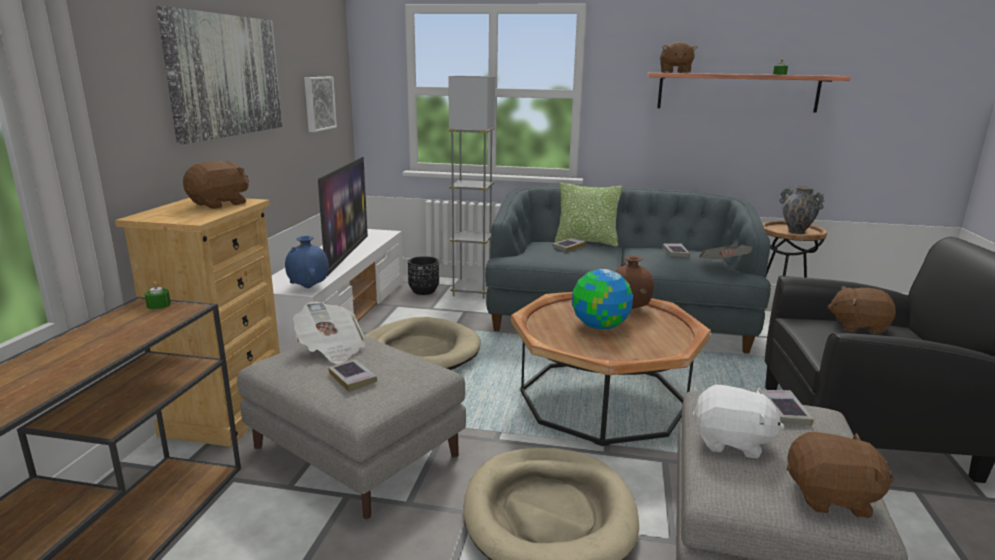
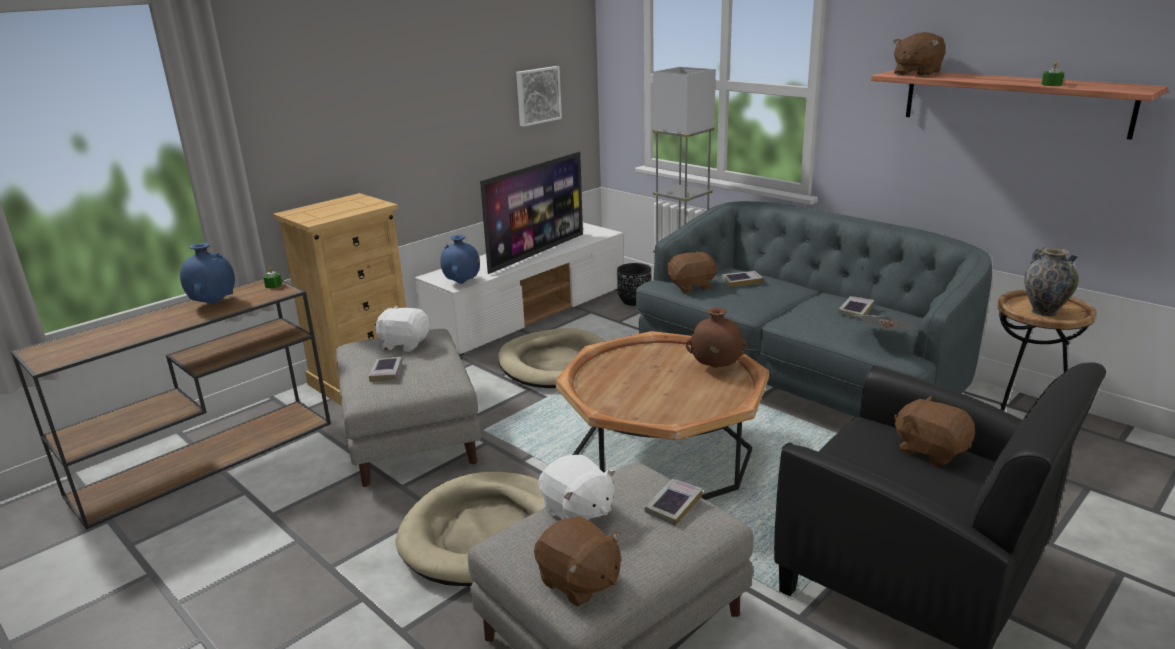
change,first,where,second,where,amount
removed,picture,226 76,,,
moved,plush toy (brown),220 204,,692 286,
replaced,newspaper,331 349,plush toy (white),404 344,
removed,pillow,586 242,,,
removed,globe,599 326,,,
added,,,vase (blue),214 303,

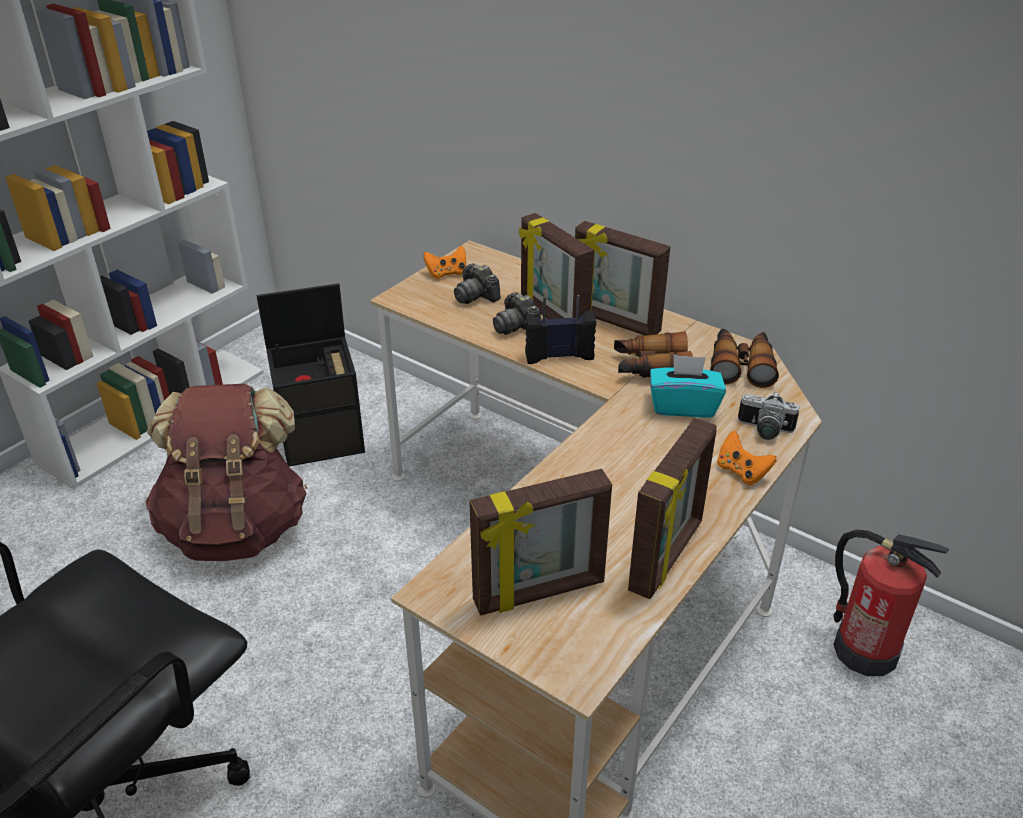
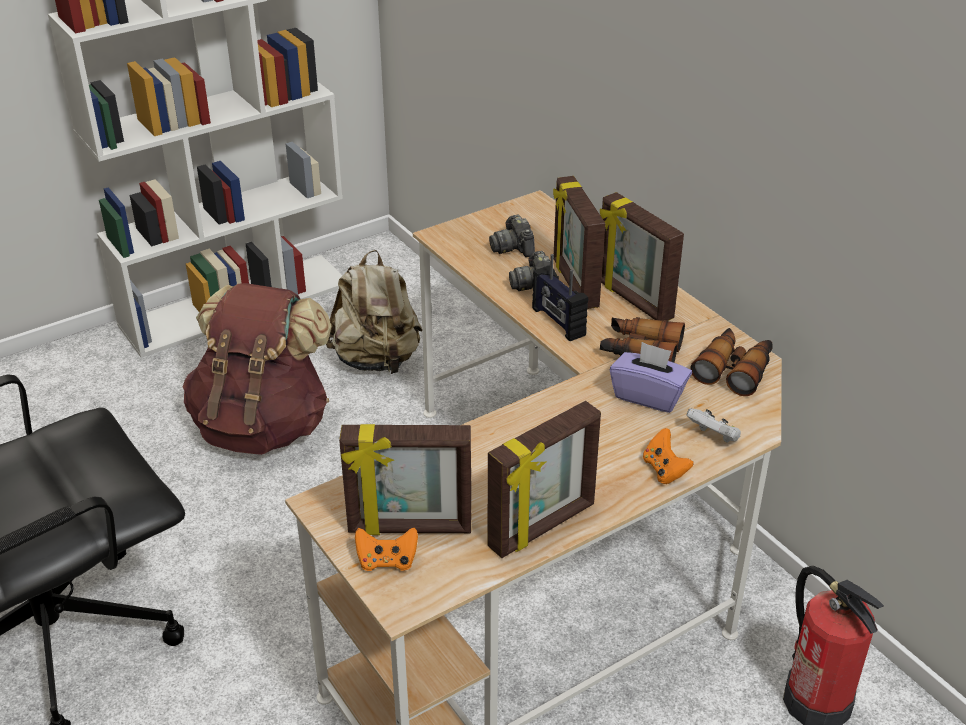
change,first,where,second,where,amount
replaced,storage box (black),323 438,backpack (beige),377 360,
moved,game controller (orange),447 273,,387 561,
turned,radio,559 356,,557 322,135 degrees counterclockwise
recoloured,tissue box (turquoise),683 406,tissue box (purple),648 395,
replaced,photo camera,764 431,game controller (white),714 437,

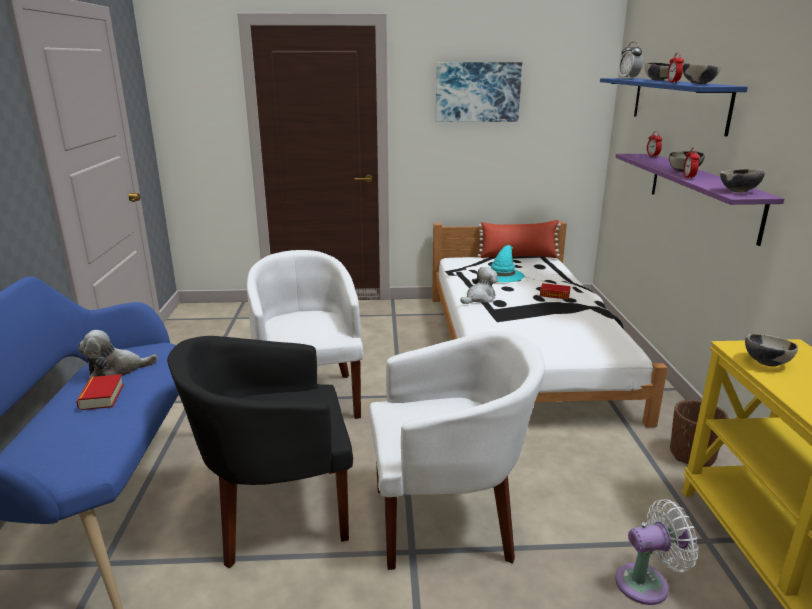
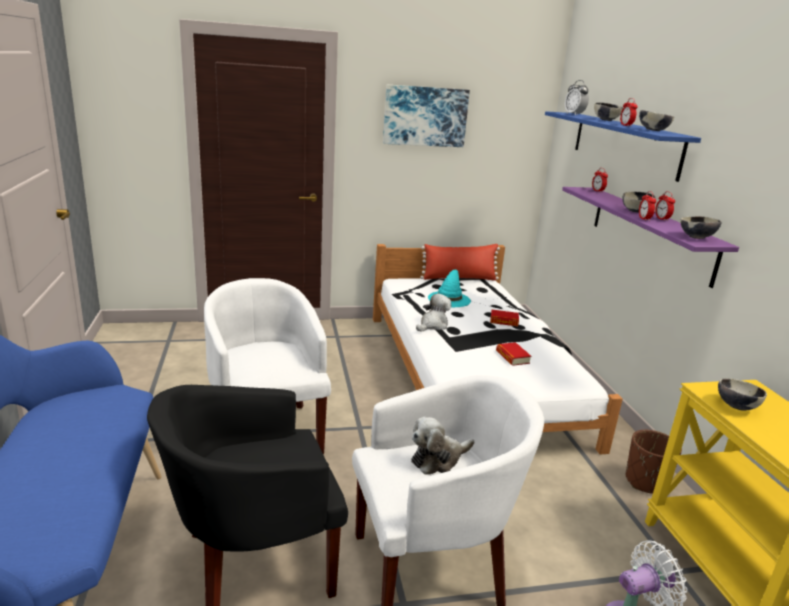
change,first,where,second,where,amount
moved,book,101 397,,512 357,
moved,plush toy,117 370,,438 459,
added,,,alarm clock,662 219,

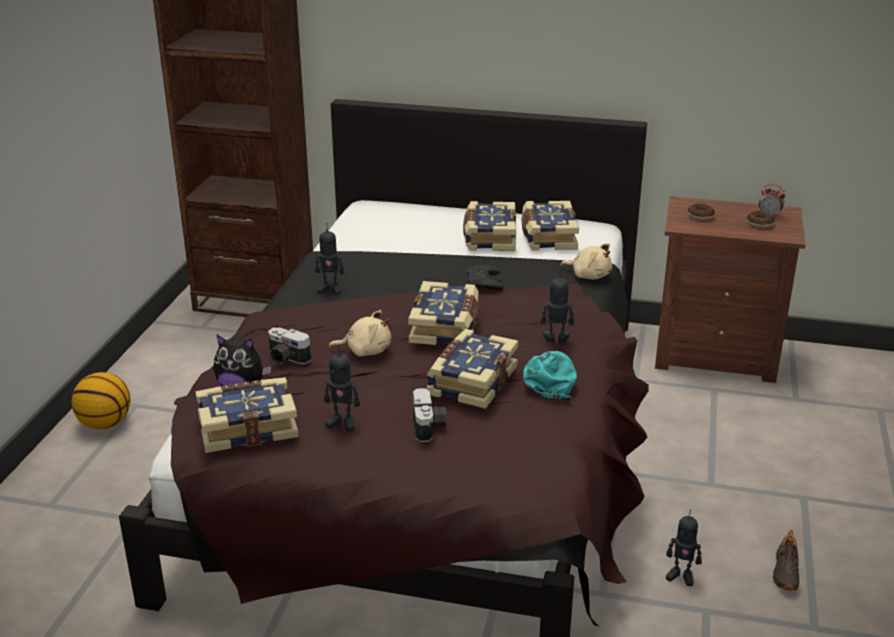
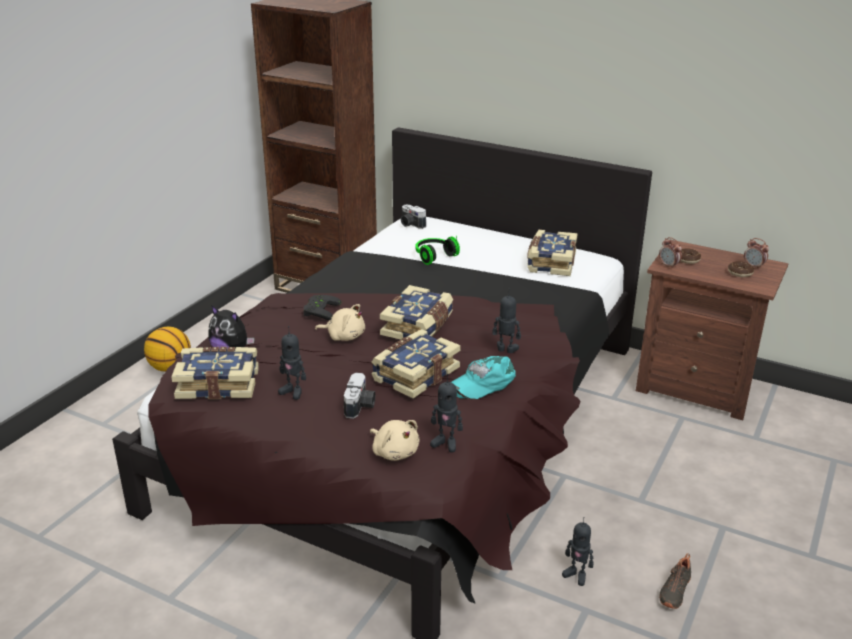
change,first,where,second,where,amount
moved,photo camera,286 359,,411 224,
moved,toy robot,330 289,,445 443,
removed,book,489 238,,,
moved,game controller (black),481 282,,319 310,
turned,cap (turquoise),550 379,,483 382,150 degrees counterclockwise
moved,plush toy (beige),589 275,,394 452,
added,,,headphones,434 256,
added,,,alarm clock,668 266,

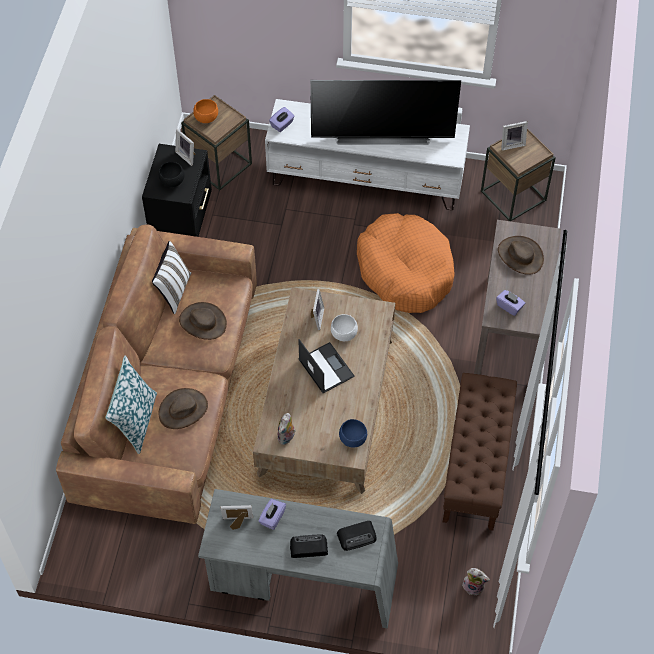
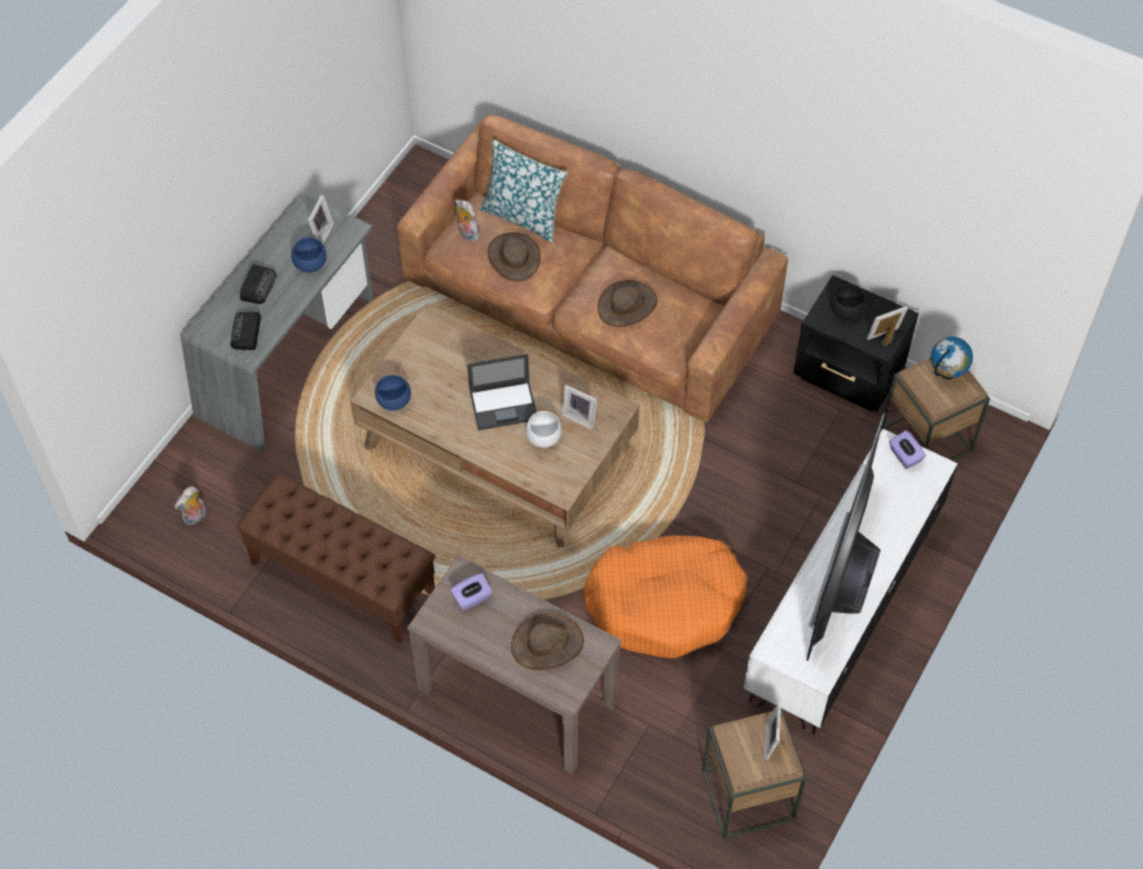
change,first,where,second,where,amount
removed,pillow (white),173 291,,,
replaced,bowl (orange),206 118,globe,946 374,
replaced,tissue box (purple),272 518,bowl (blue),309 265,
moved,plush toy,287 438,,467 233,

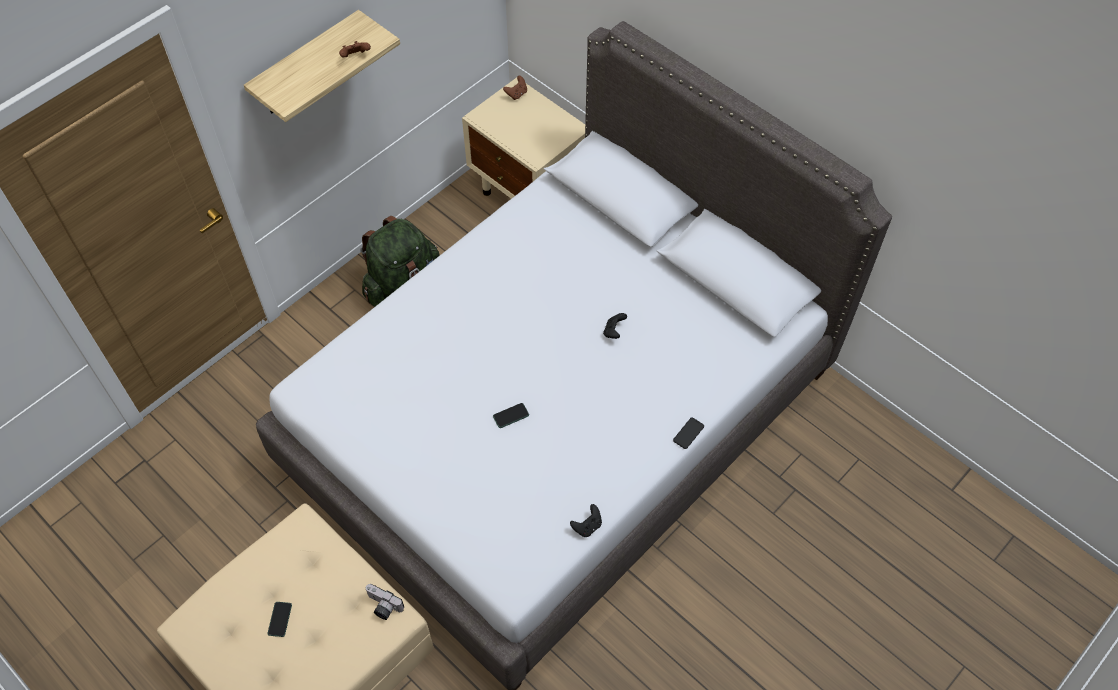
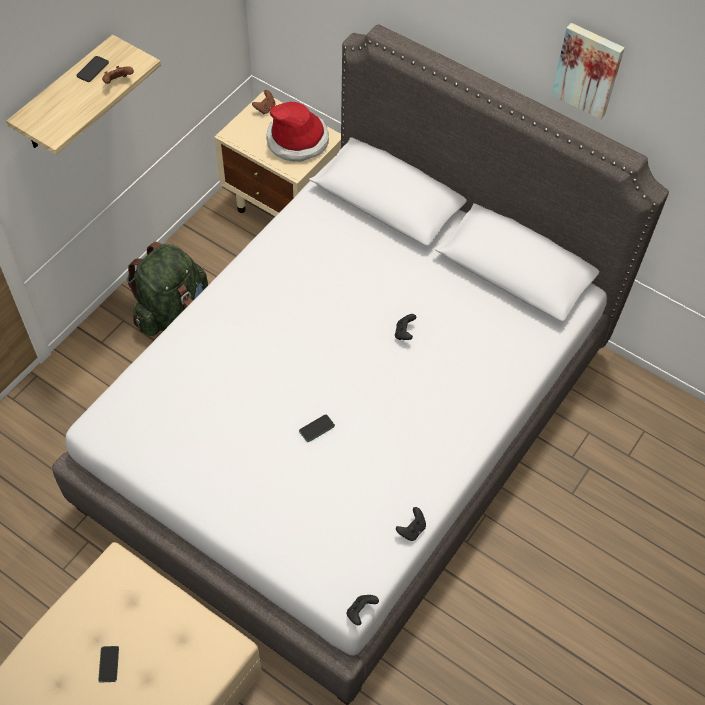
change,first,where,second,where,amount
removed,photo camera,382 607,,,
moved,phone,688 433,,92 69,
added,,,hat,297 140,
added,,,game controller (black),360 612,
added,,,picture,588 69,

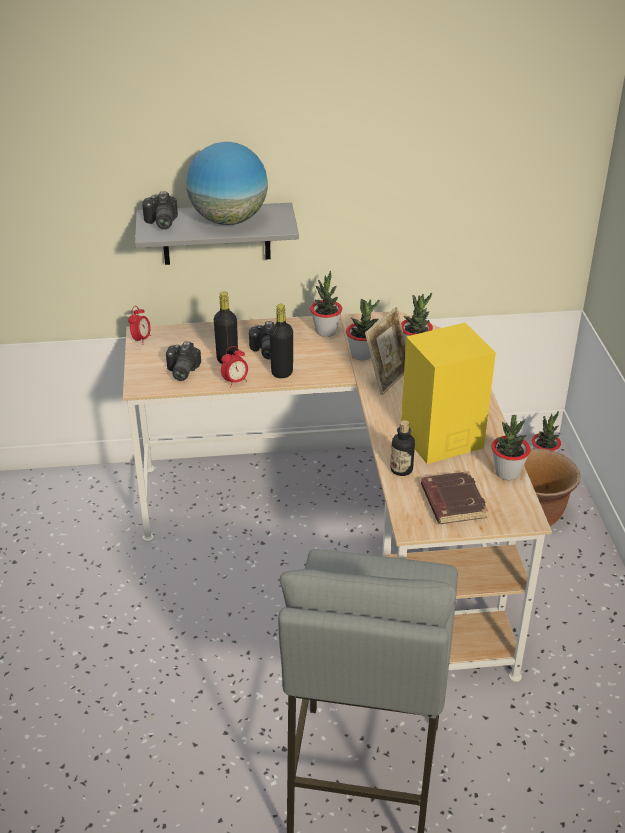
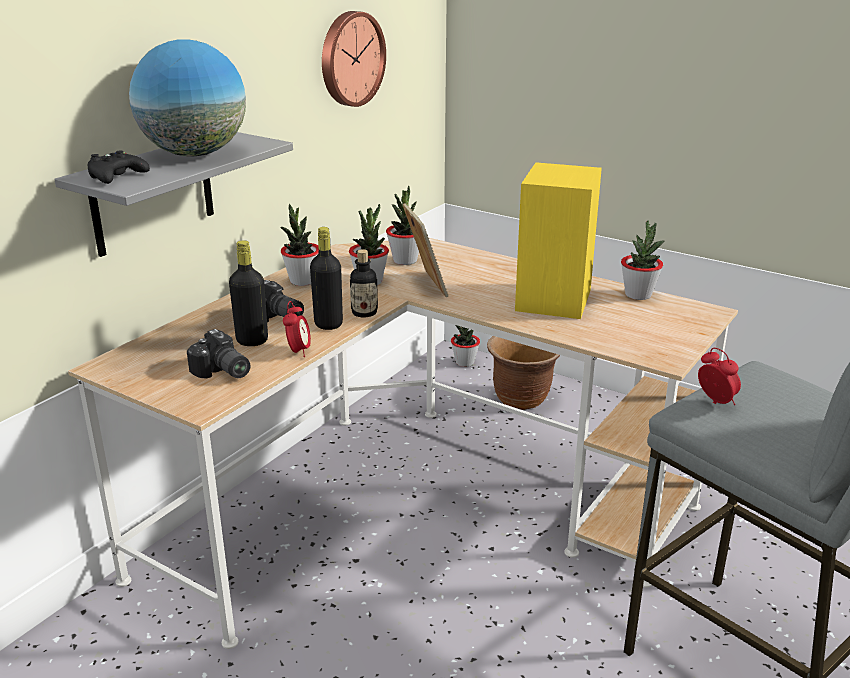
change,first,where,second,where,amount
moved,alarm clock,141 339,,715 402,
replaced,photo camera,160 223,game controller (black),117 176,
moved,bottle,401 469,,364 313,
removed,book (brown),452 502,,,
added,,,wall clock,350 58,

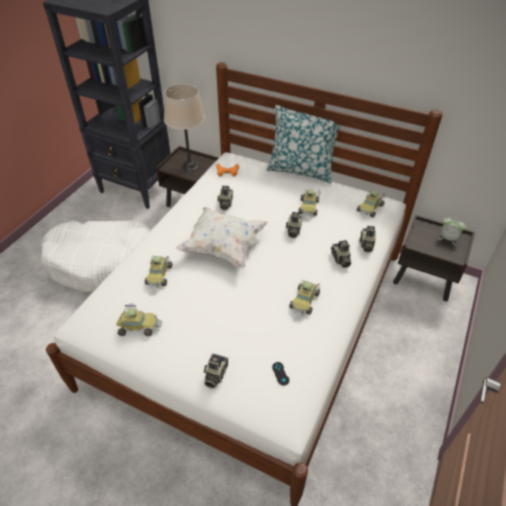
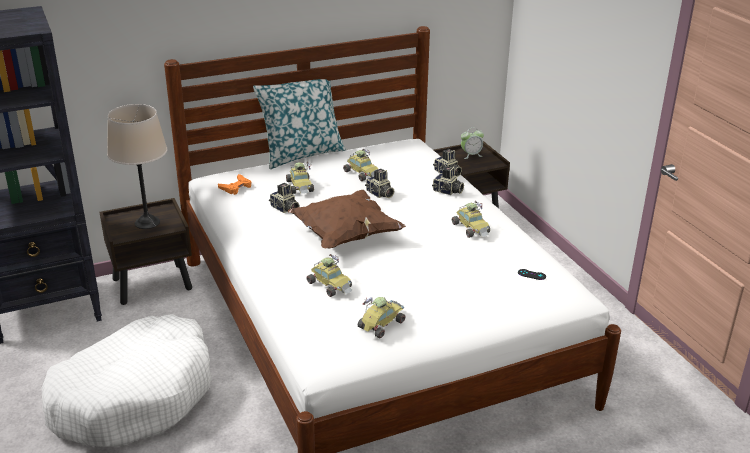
change,first,where,second,where,amount
recoloured,pillow (white),223 247,pillow (brown),345 236,
removed,photo camera,215 375,,,
moved,toy car,370 209,,300 186,

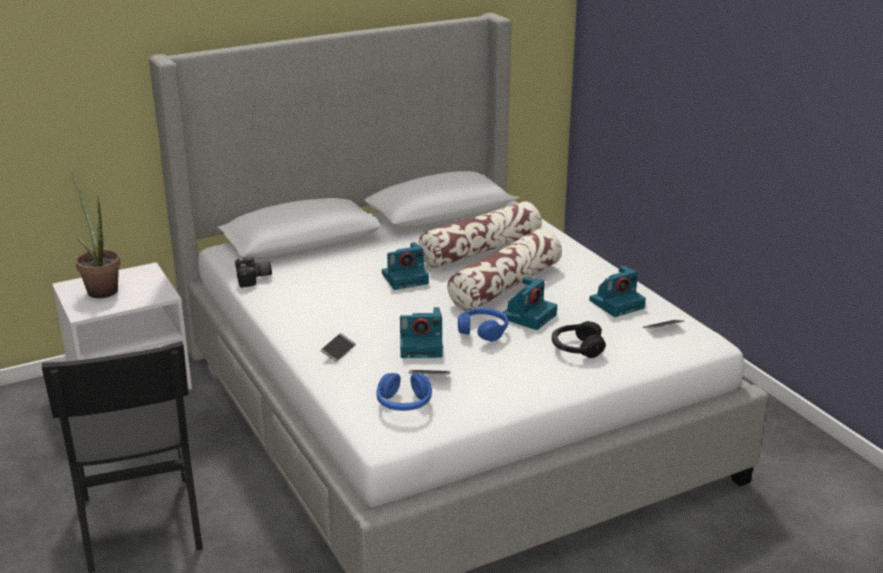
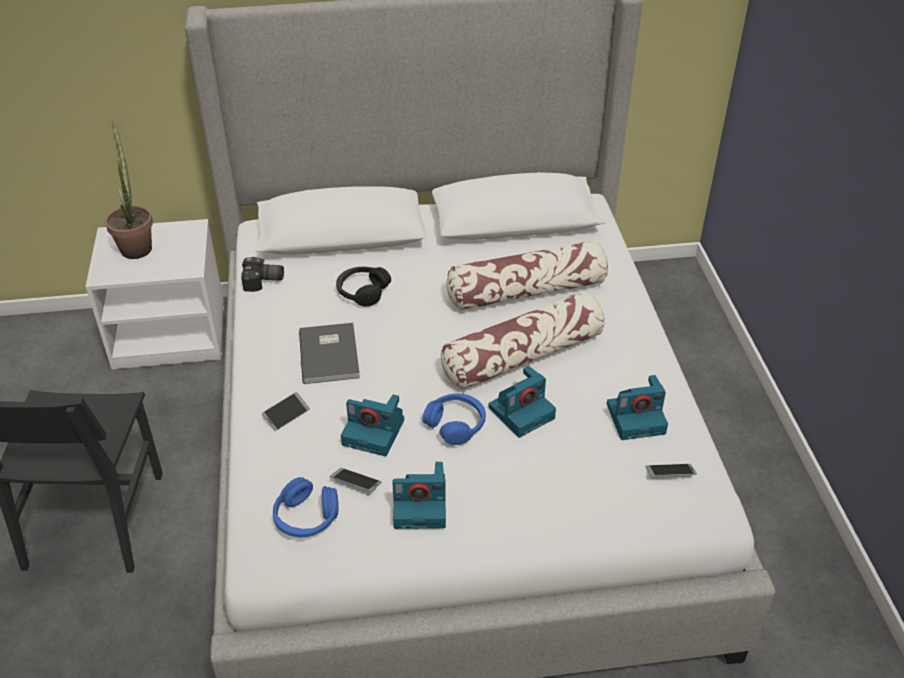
change,first,where,second,where,amount
moved,photo camera,405 278,,421 505,
moved,headphones (black),577 348,,362 292,
added,,,book (grey),331 354,

